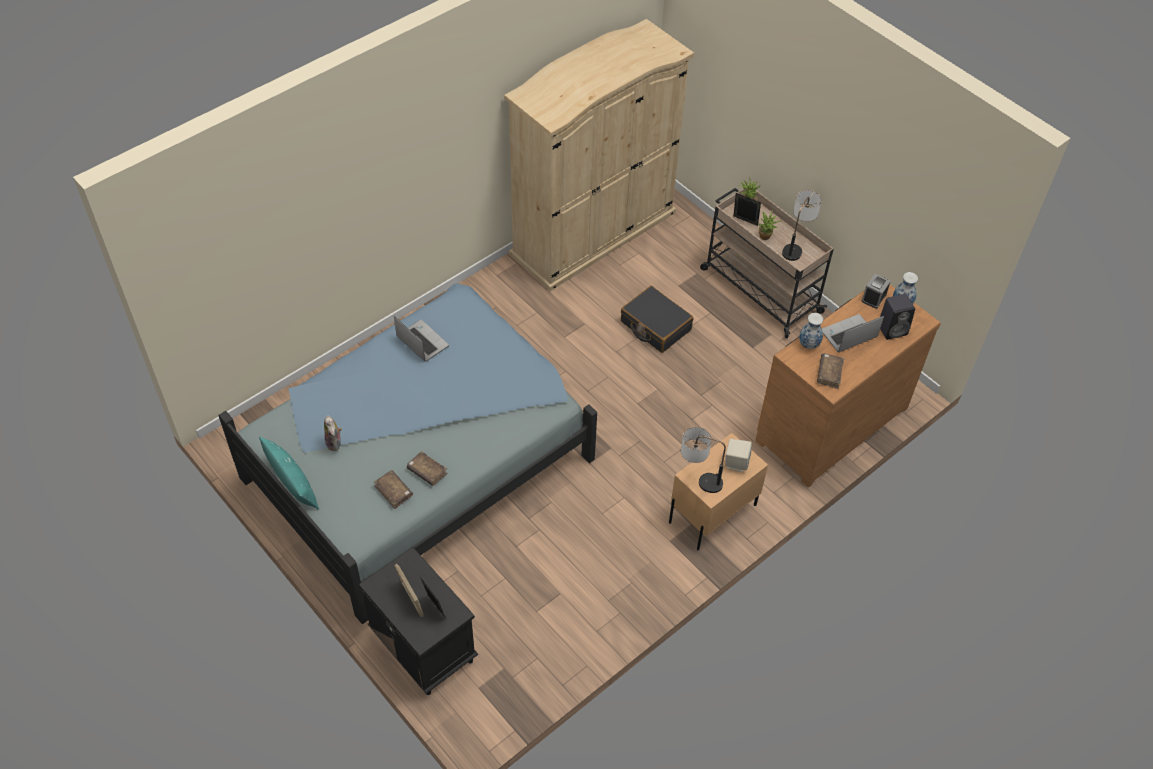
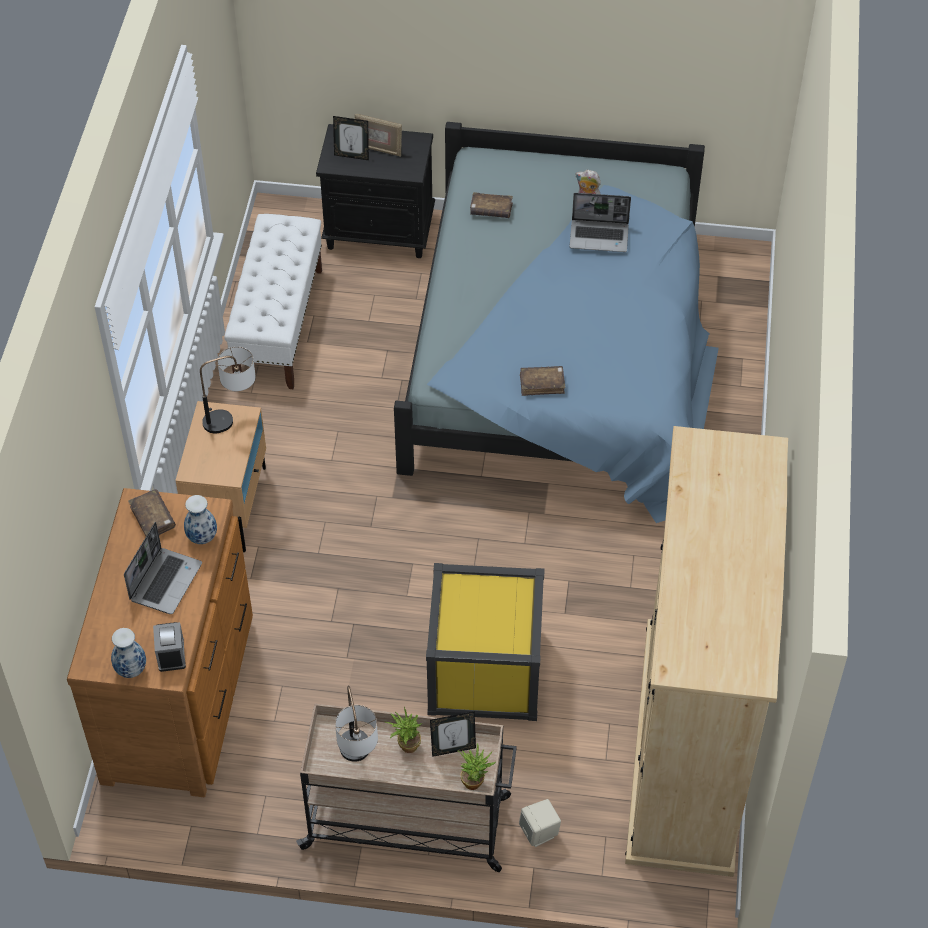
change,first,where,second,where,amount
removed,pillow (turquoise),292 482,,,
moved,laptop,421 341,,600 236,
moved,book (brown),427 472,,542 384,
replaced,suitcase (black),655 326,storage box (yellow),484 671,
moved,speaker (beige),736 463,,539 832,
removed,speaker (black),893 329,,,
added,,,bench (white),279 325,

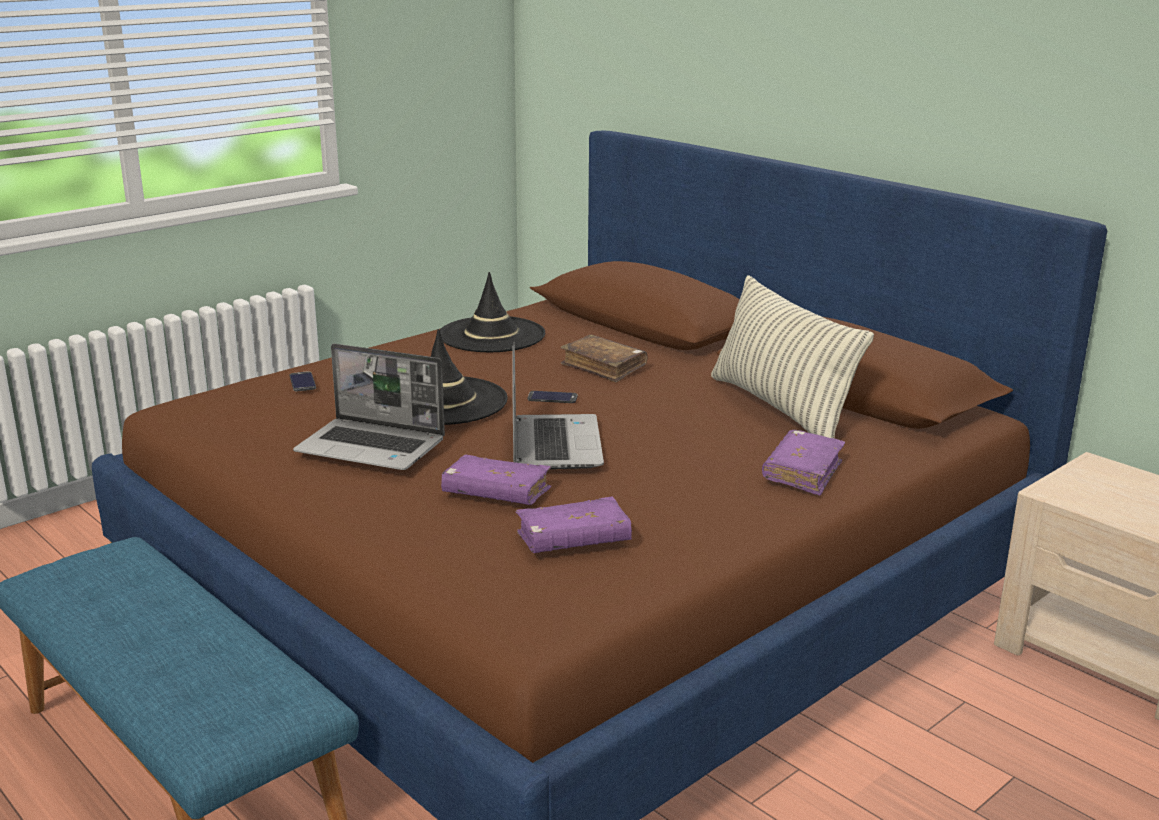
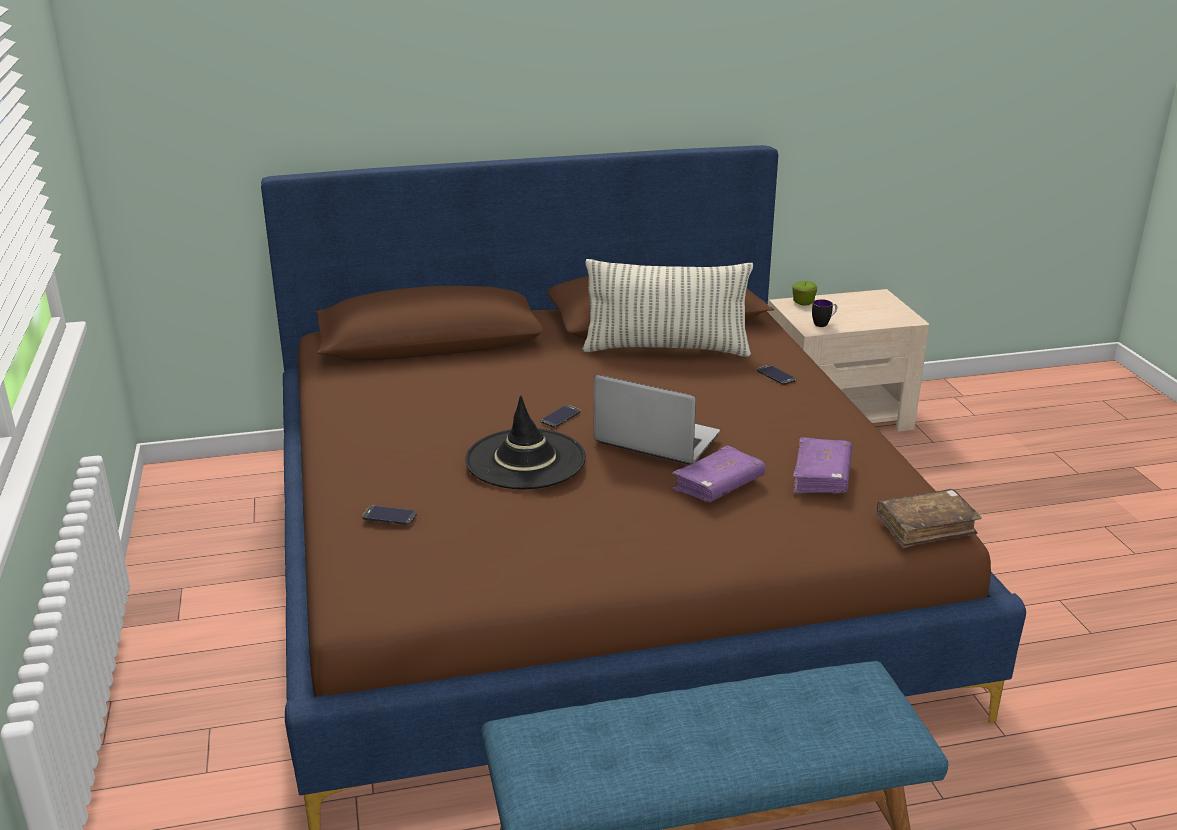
change,first,where,second,where,amount
removed,laptop,372 447,,,
removed,hat (black),492 335,,,
moved,book (brown),603 367,,925 527,
replaced,book (purple),803 473,phone,776 375,
added,,,apple,803 303,
added,,,mug,823 324,

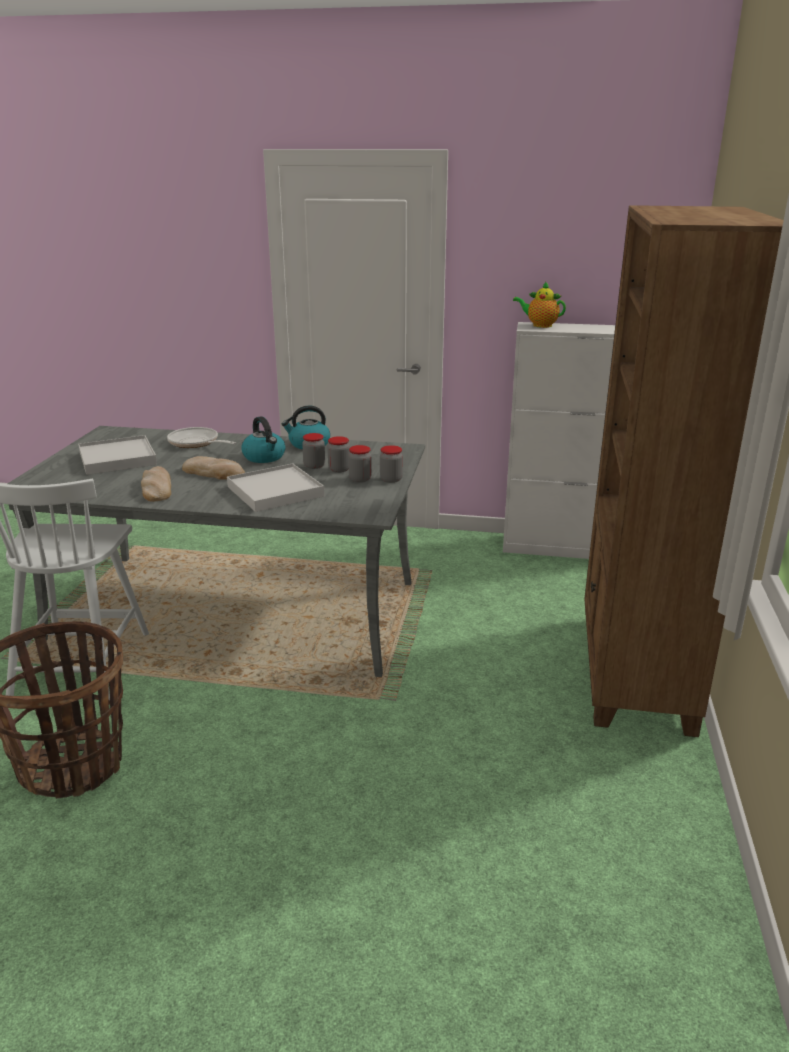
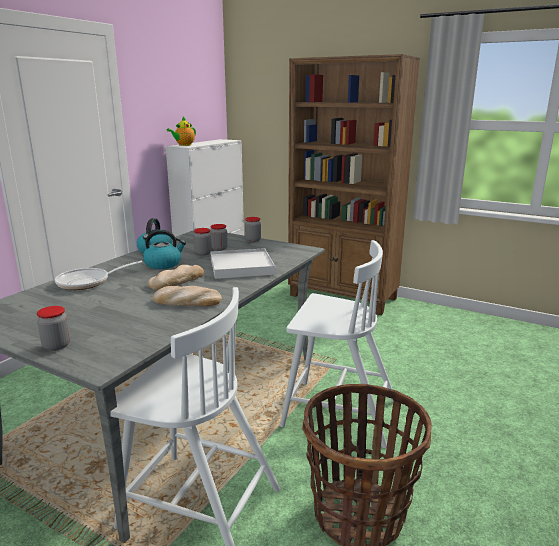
change,first,where,second,where,amount
removed,tray (white),118 459,,,
moved,jar,360 479,,56 345,
added,,,chair (white),337 412,

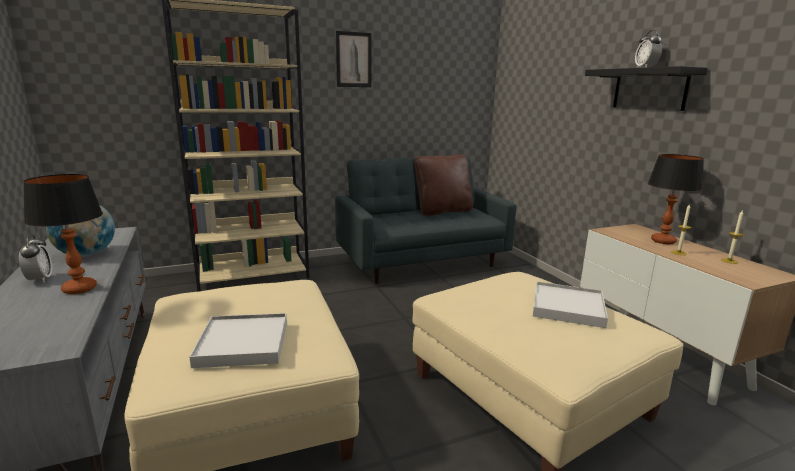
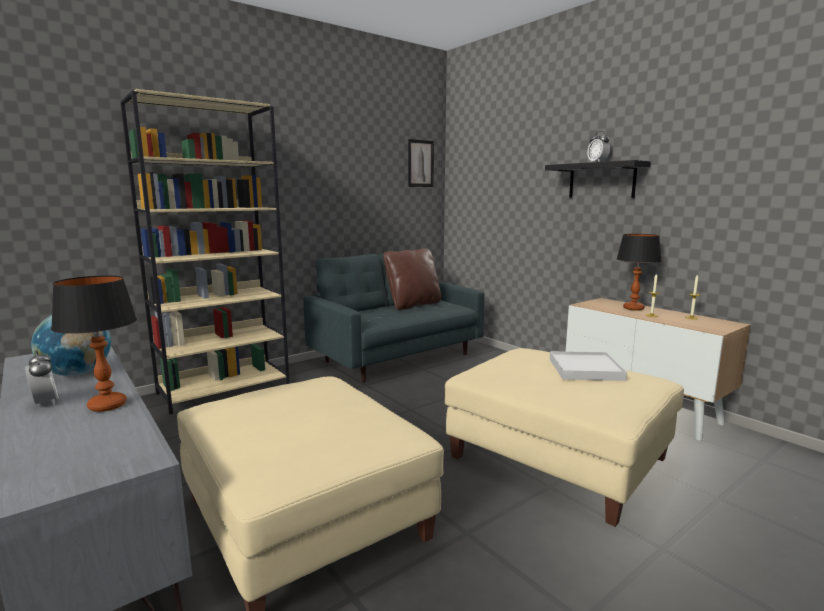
change,first,where,second,where,amount
removed,tray (white),242 344,,,
moved,picture,353 59,,420 163,

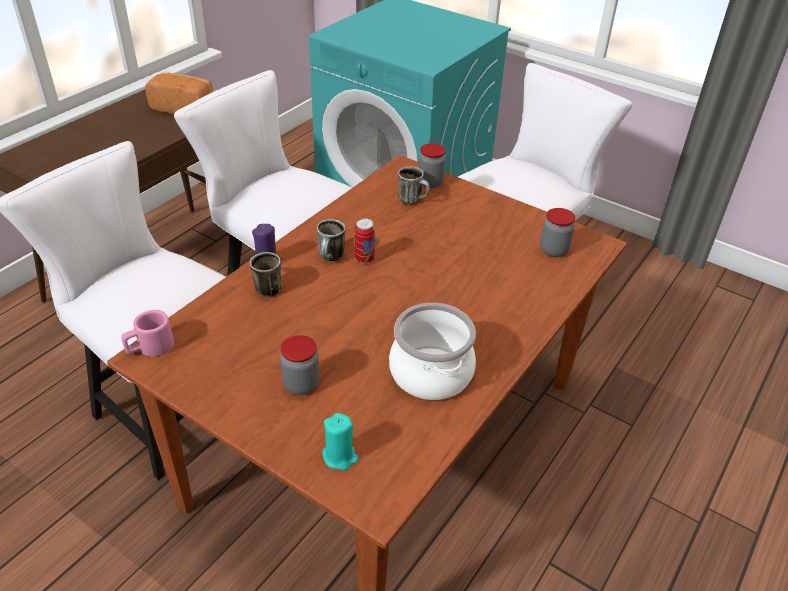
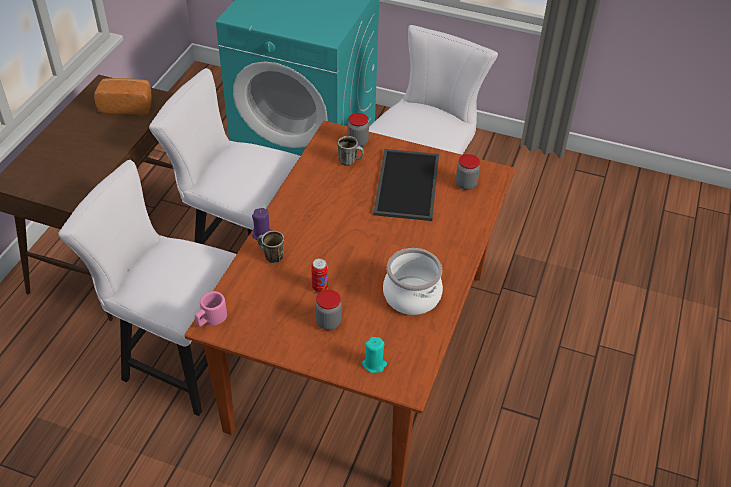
change,first,where,second,where,amount
removed,mug,331 258,,,
moved,can,364 259,,320 287,
added,,,tray,405 184,

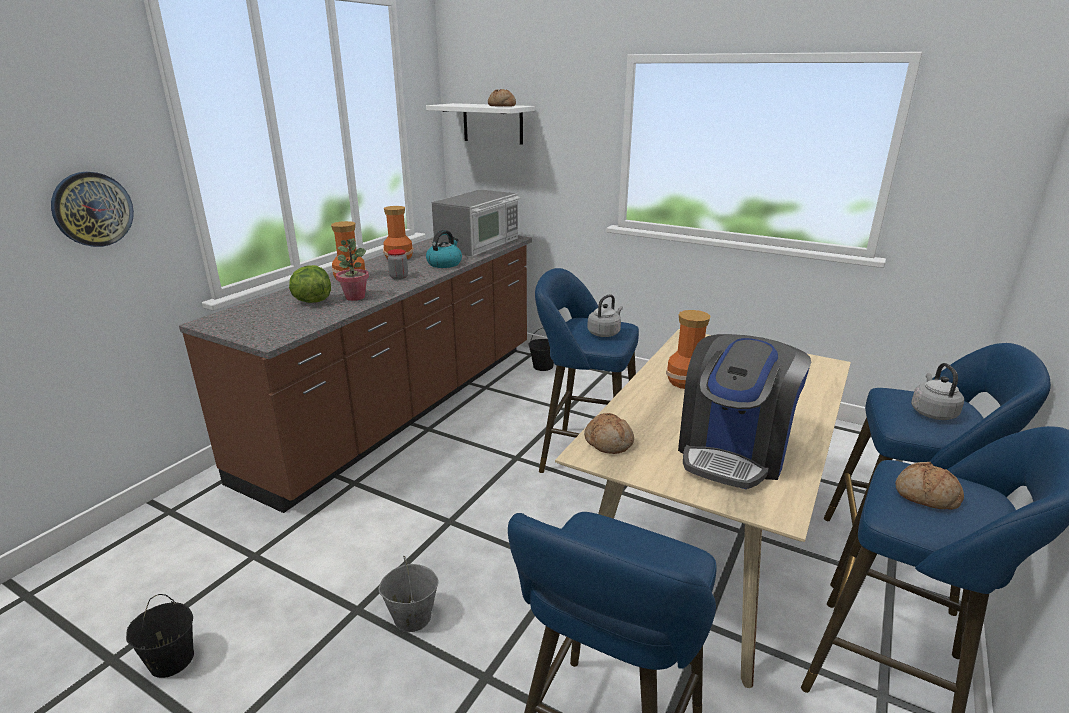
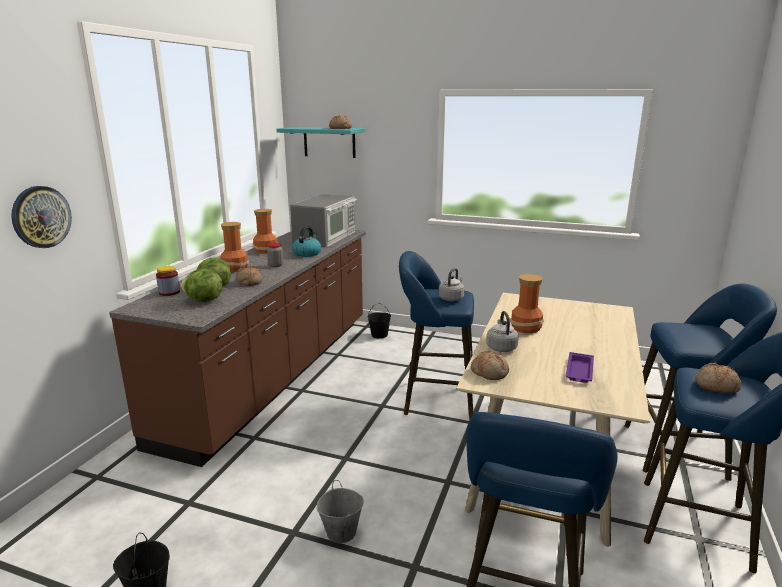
change,first,where,second,where,amount
replaced,potted plant,355 297,bread,249 282,
recoloured,shelf (white),493 123,shelf (turquoise),329 142,
replaced,coffee machine,733 452,tray (purple),579 371,
moved,kettle (grey),932 412,,501 347,
added,,,jar,169 292,
added,,,lettuce,203 301,

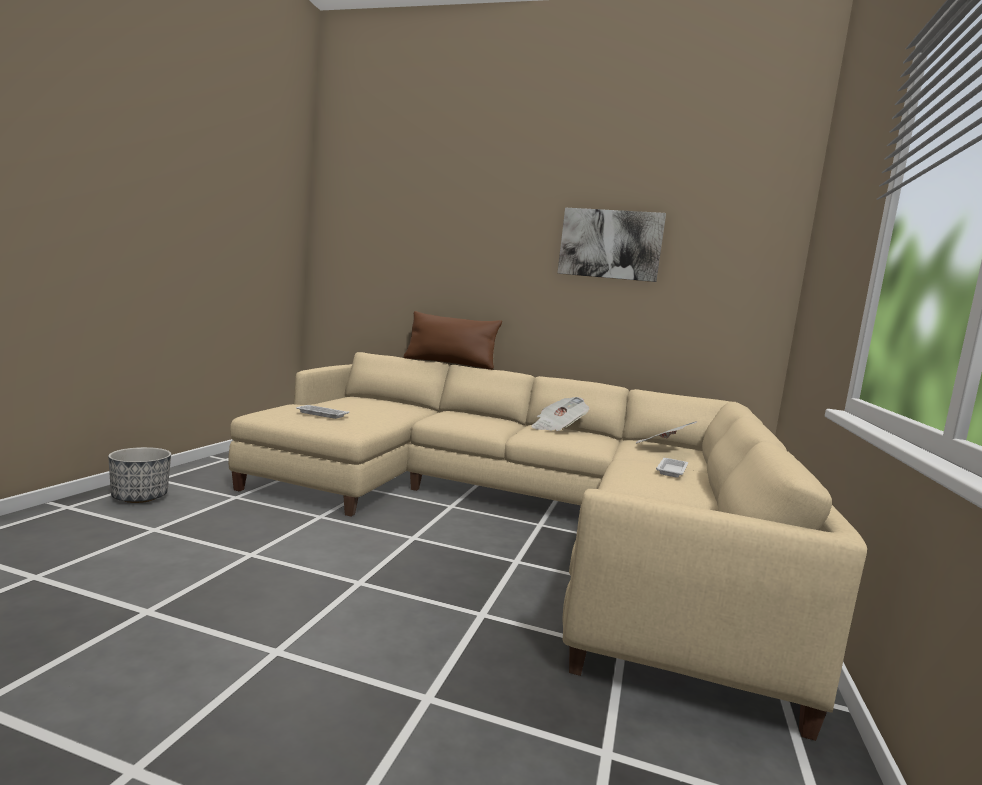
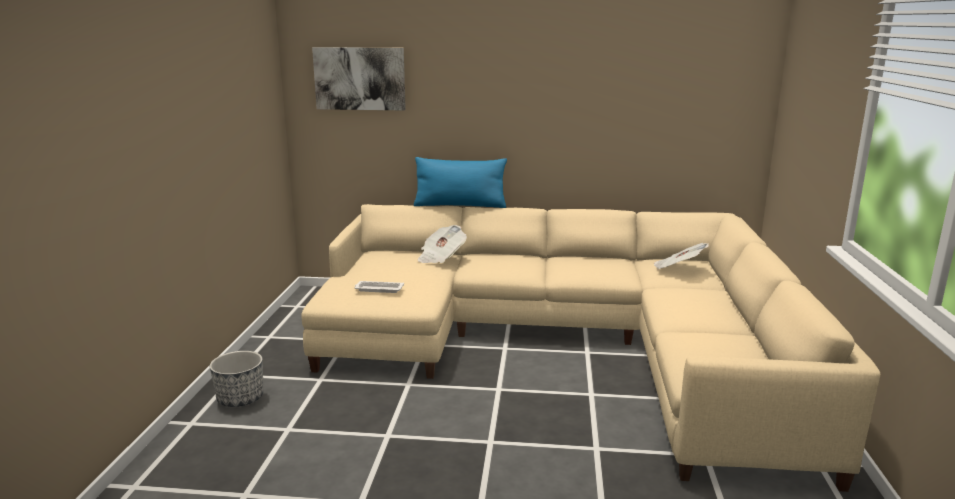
change,first,where,second,where,amount
recoloured,pillow (brown),449 363,pillow (blue),460 205,
moved,newspaper,557 428,,441 257,
moved,picture,610 244,,360 78,
removed,tray (white),672 470,,,

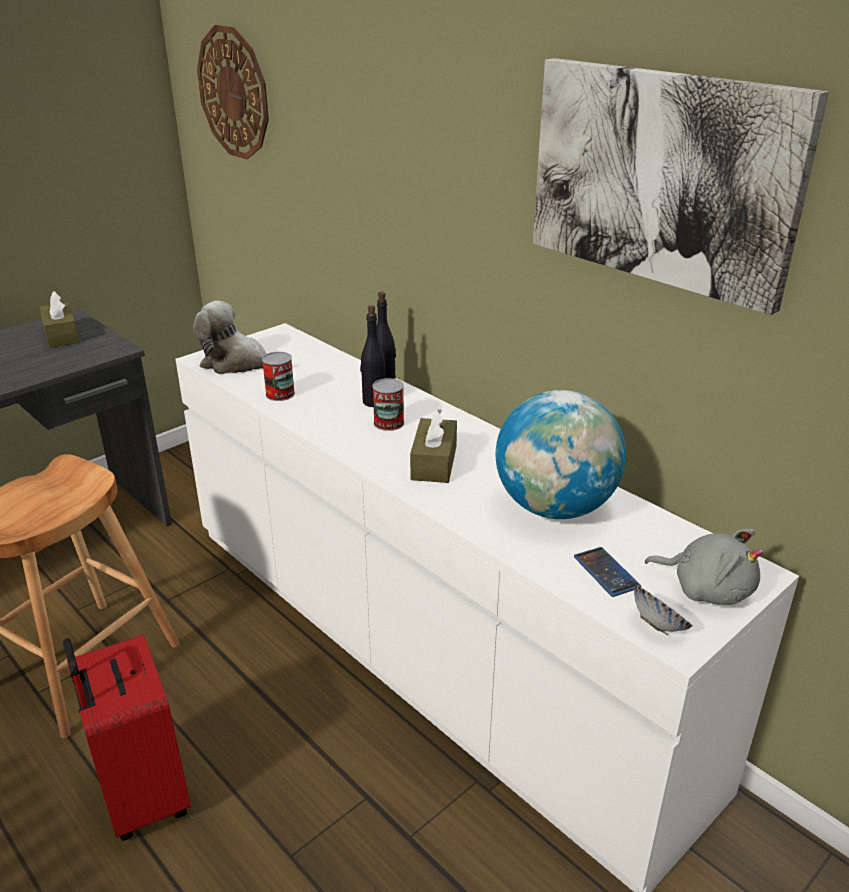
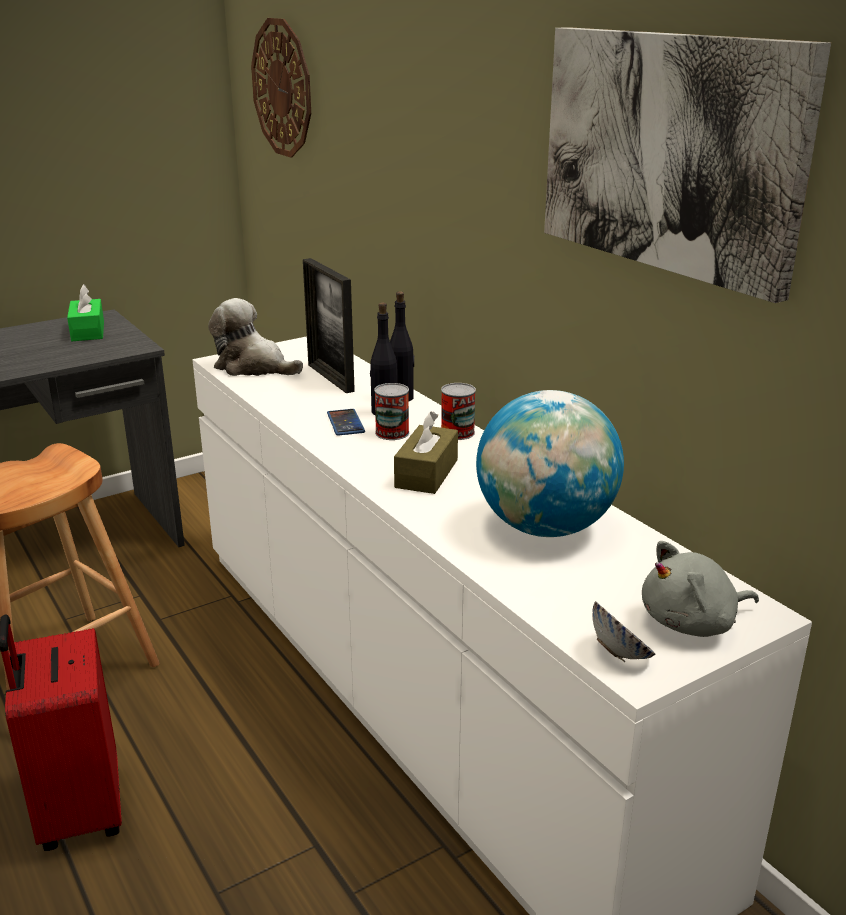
change,first,where,second,where,amount
recoloured,tissue box (brown),61 335,tissue box (green),88 331,
moved,can,280 394,,457 432,
moved,phone,606 572,,345 423,
turned,plush toy (grey),706 589,,692 623,120 degrees clockwise
added,,,picture frame,330 378,

